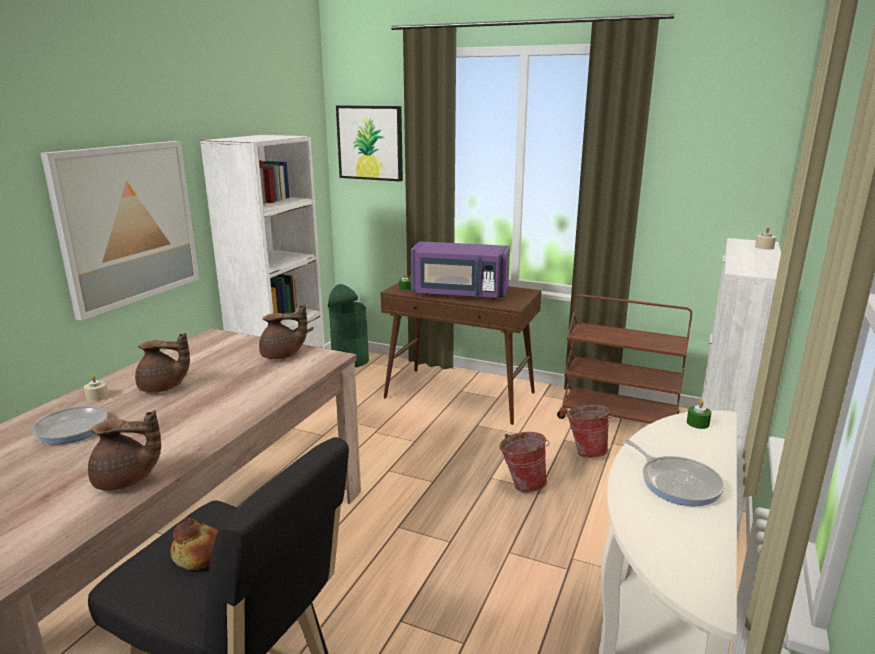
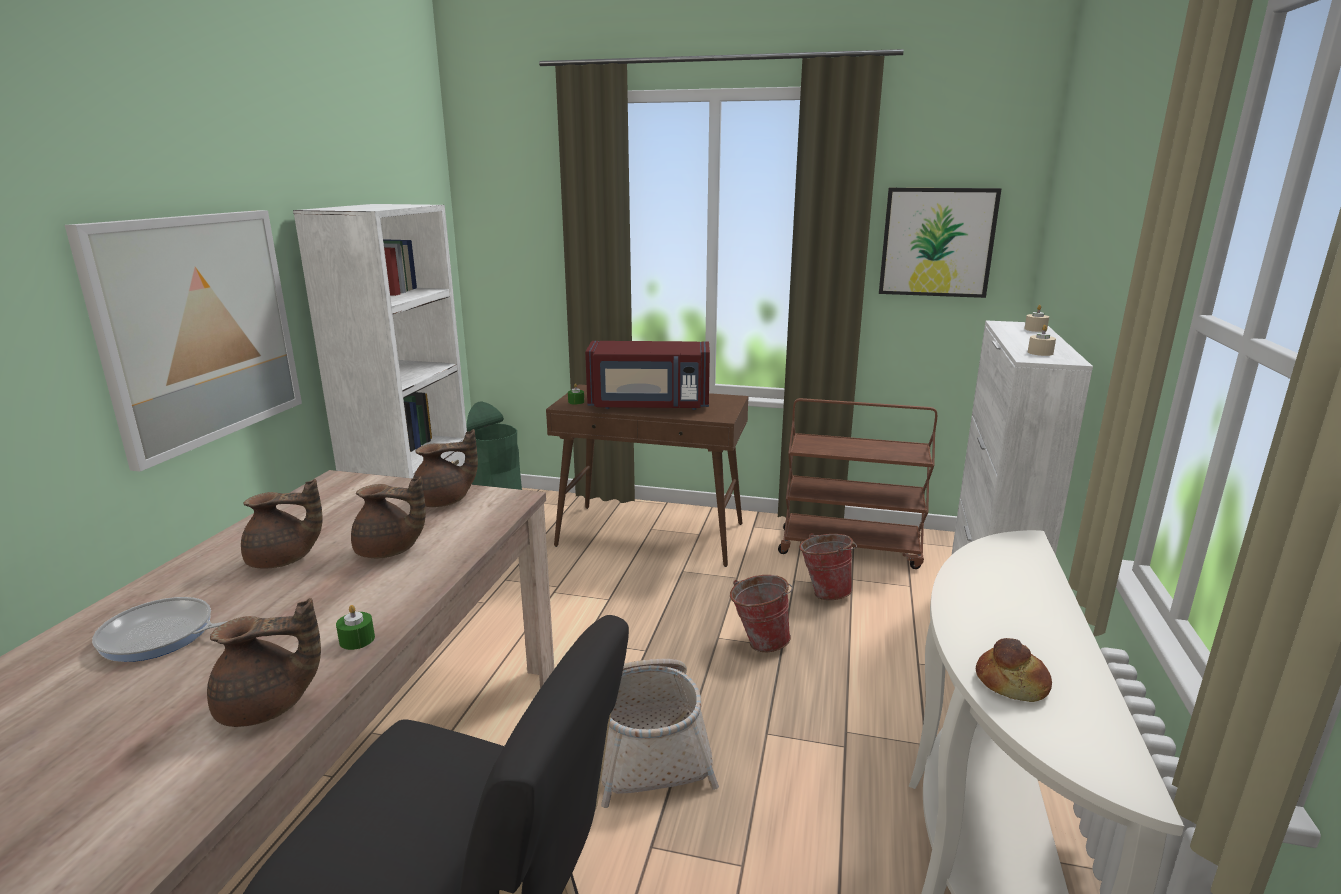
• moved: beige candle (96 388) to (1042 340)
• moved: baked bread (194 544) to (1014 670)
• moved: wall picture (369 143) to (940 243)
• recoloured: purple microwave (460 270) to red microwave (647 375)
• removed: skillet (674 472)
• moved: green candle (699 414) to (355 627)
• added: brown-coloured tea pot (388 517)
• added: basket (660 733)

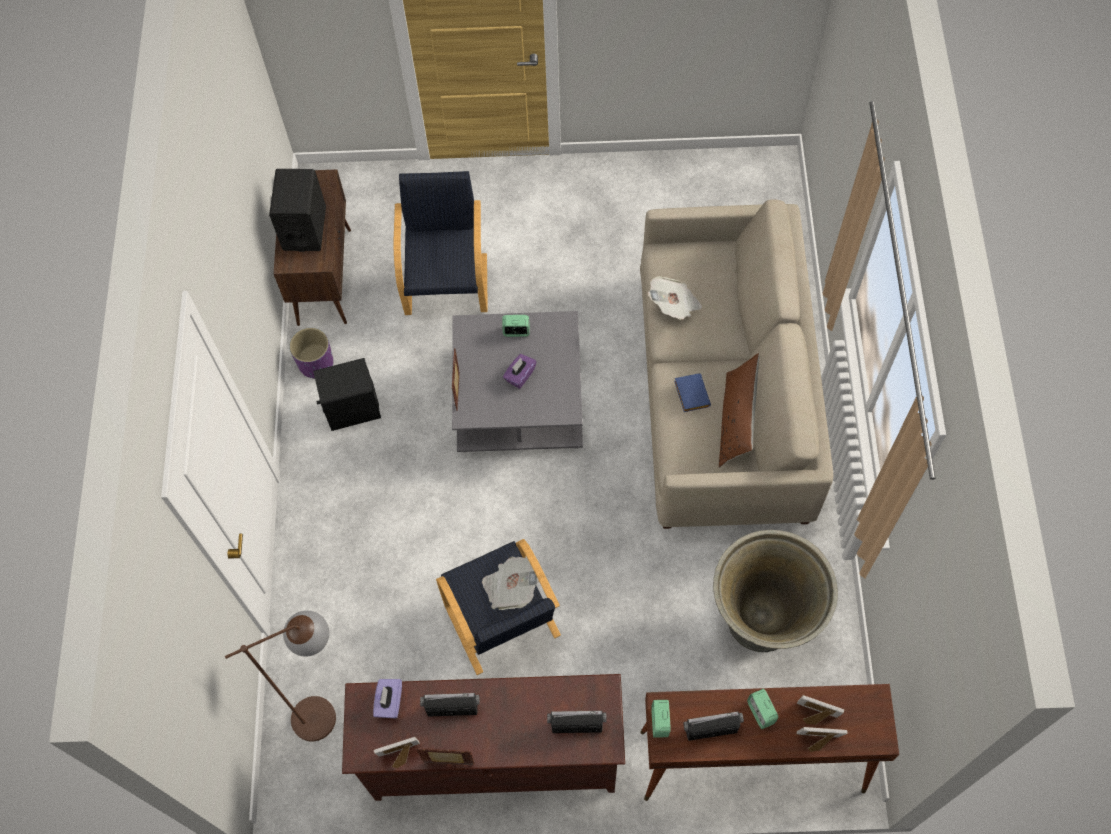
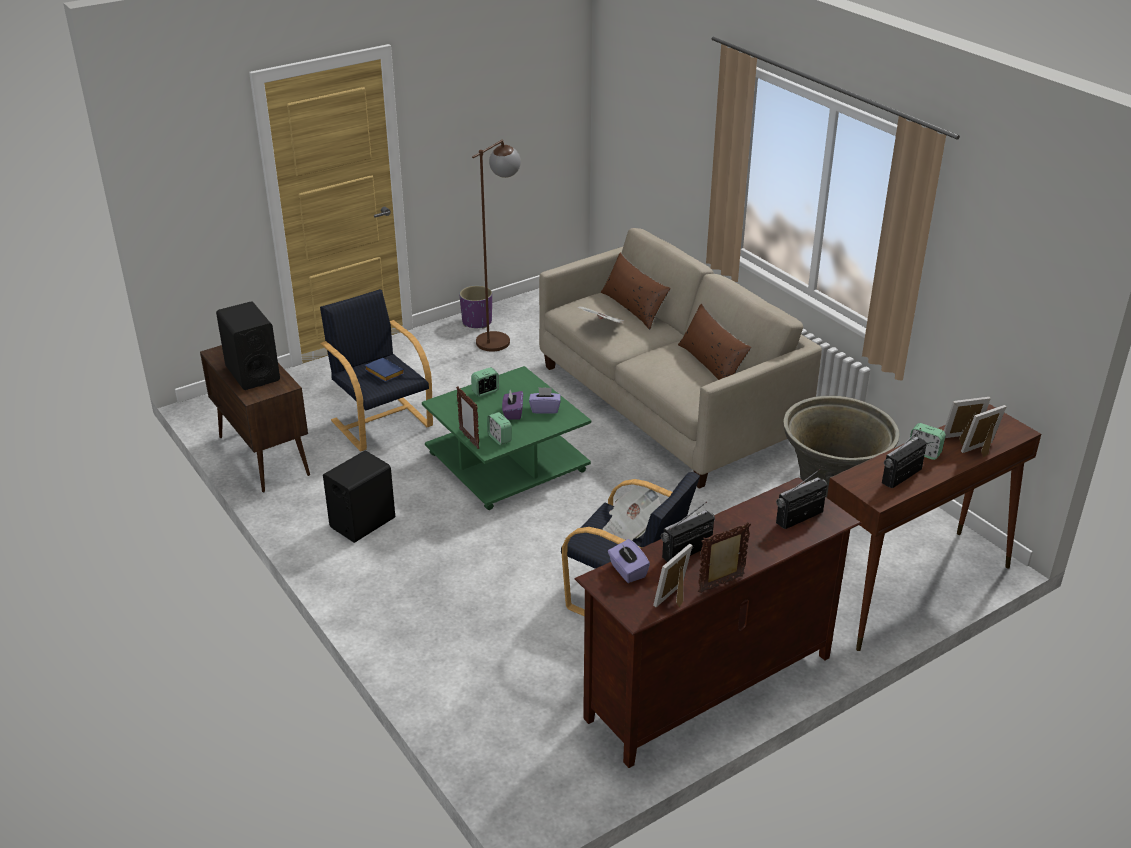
• moved: brown-coloured standing lamp (280 676) to (496 246)
• moved: purple flower pot (311 353) to (476 307)
• recoloured: greyish coffee table (517 381) to green coffee table (506 438)
• moved: alarm clock (661 719) to (499 428)
• moved: blue-coloured volume (692 392) to (384 370)
• added: purple box of tissues (545 400)
• added: brown-coloured cushion (636 291)

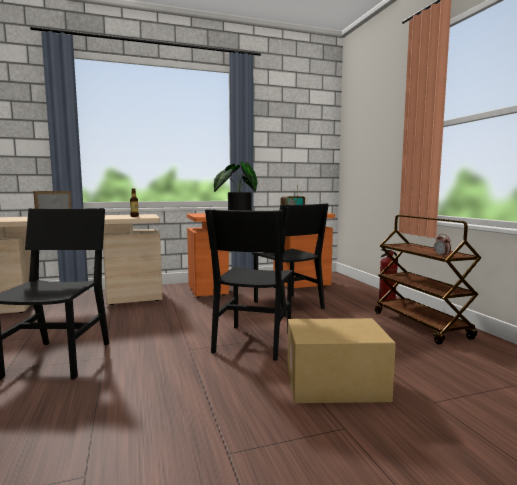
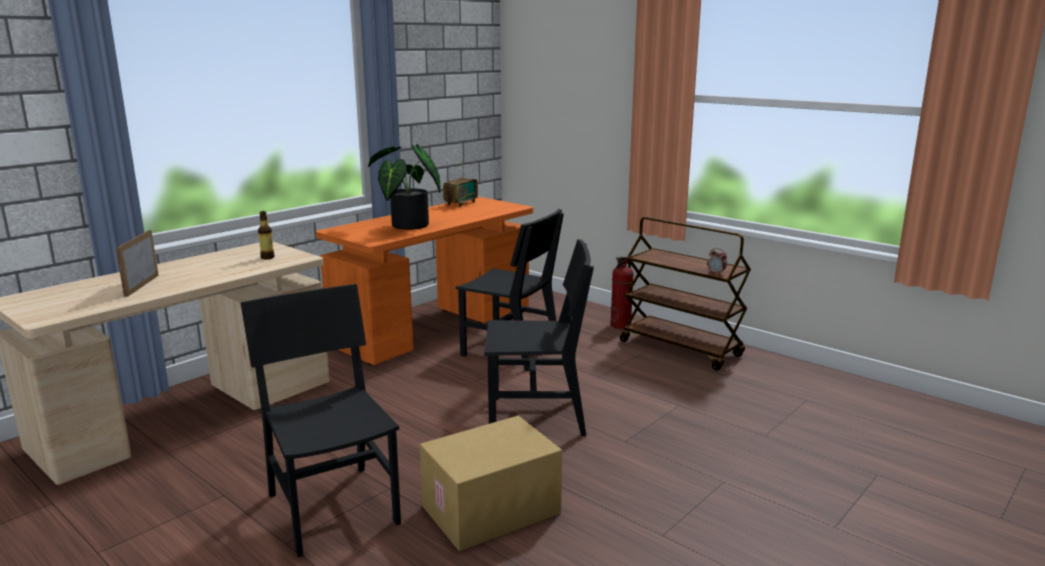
• turned: black upright chair (249 285) = (539 337) 75 degrees counterclockwise
• moved: carton (341 360) to (491 483)

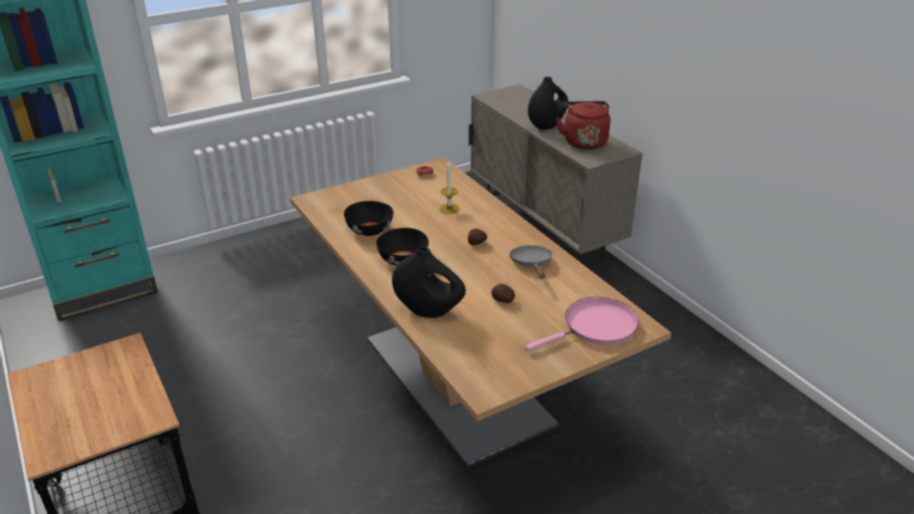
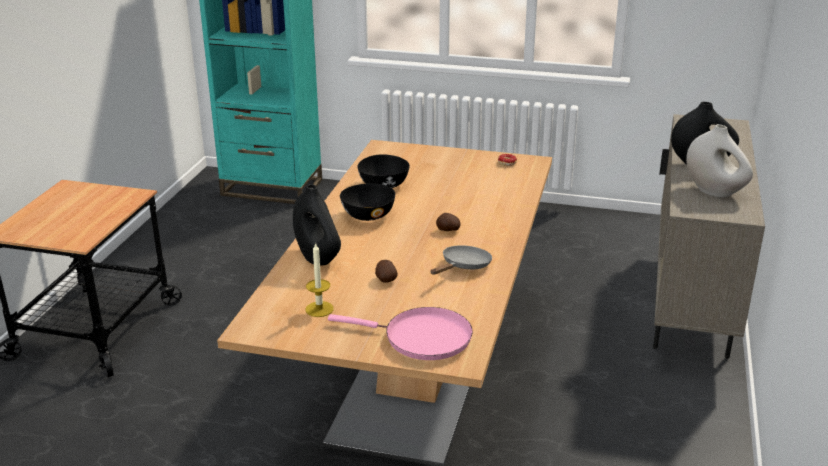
• moved: candle (449 187) to (320 279)
• replaced: red kettle (583 125) to white decorative vase (719 160)

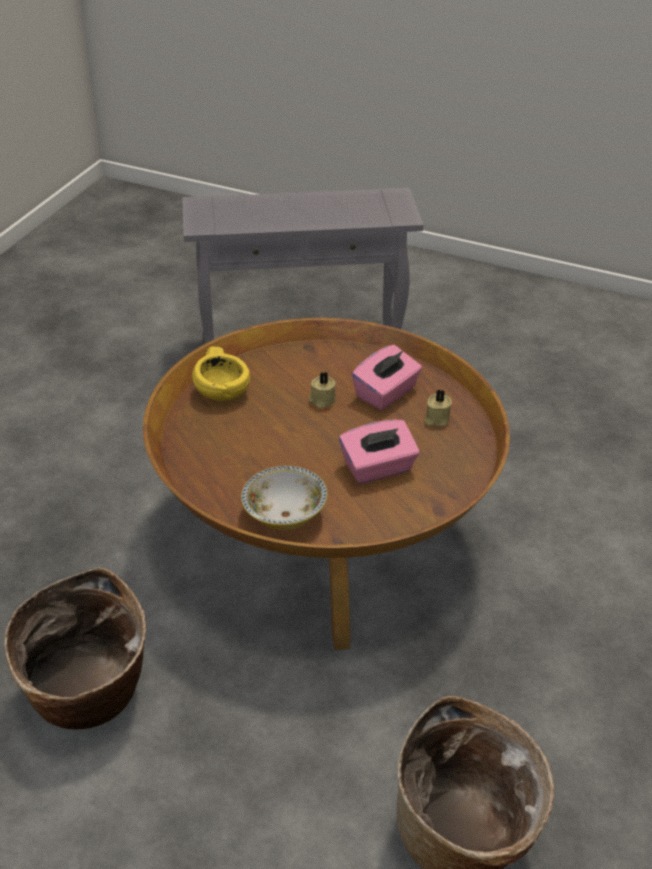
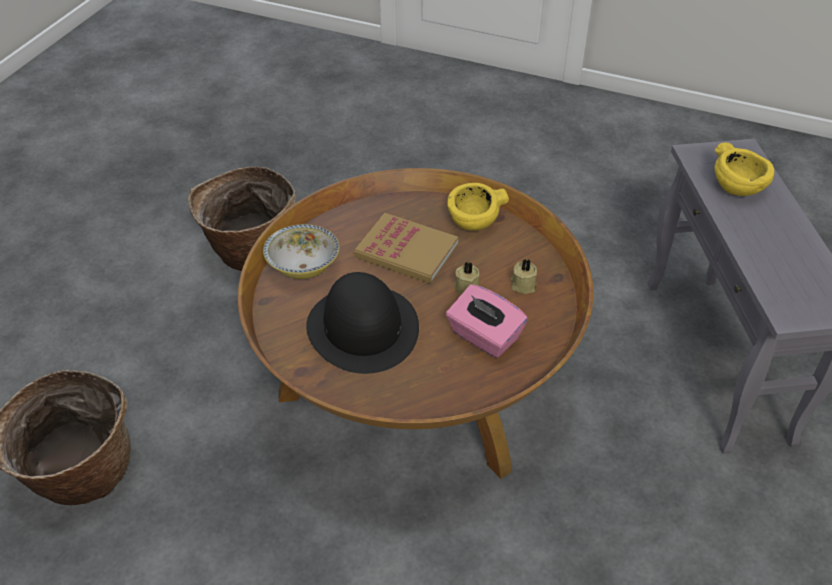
• replaced: pink-coloured box of tissues (379 451) to black clothing hat (362 323)
• moved: beige candle (438 407) to (524 276)
• added: volume (406 248)
• added: yellowish serving bowl (744 169)

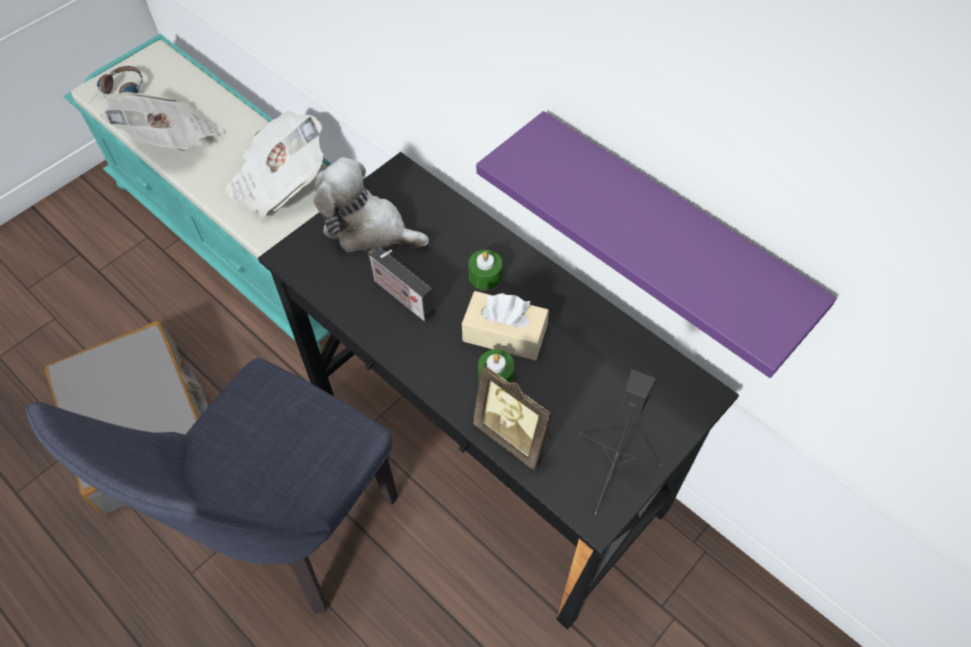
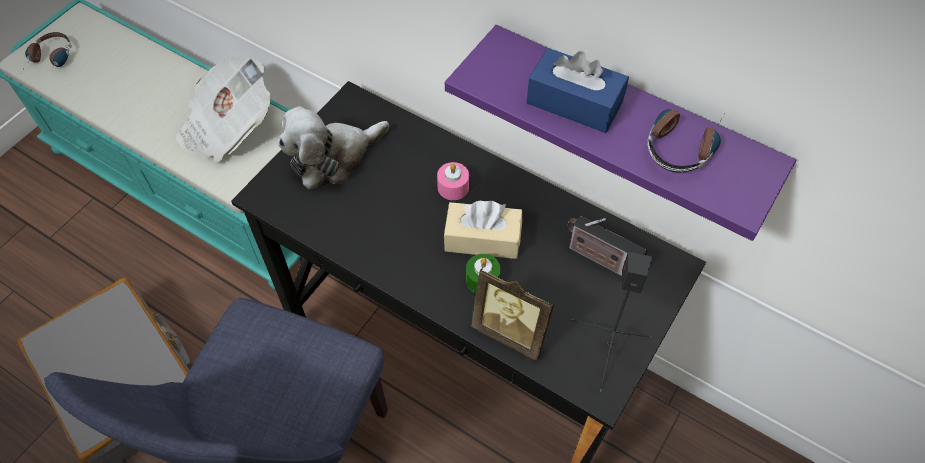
• removed: newspaper (162 121)
• turned: cuddly toy (371 204) = (333 147) 45 degrees counterclockwise
• moved: radio set (401 284) to (607 246)
• recoloured: green candle (485 270) to pink-coloured candle (453 181)
• added: blue-coloured box of tissues (577 90)
• added: pair of headphones (686 141)

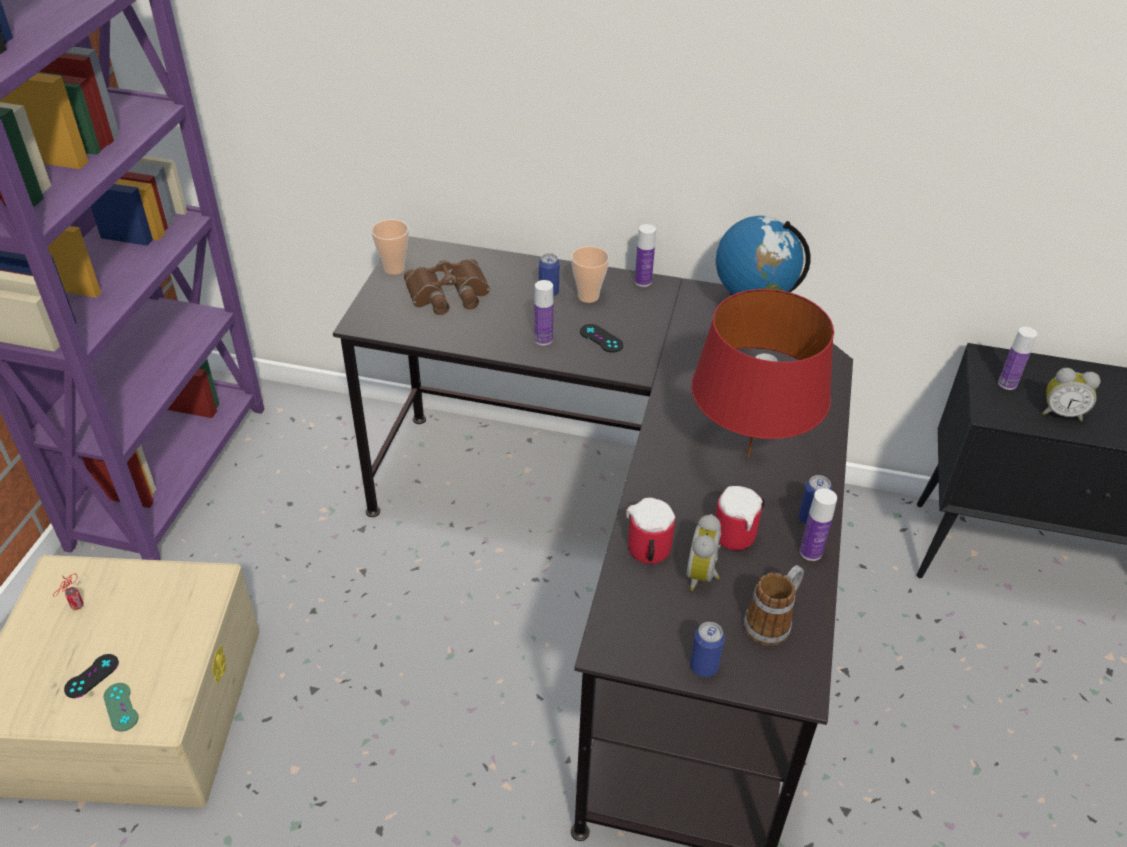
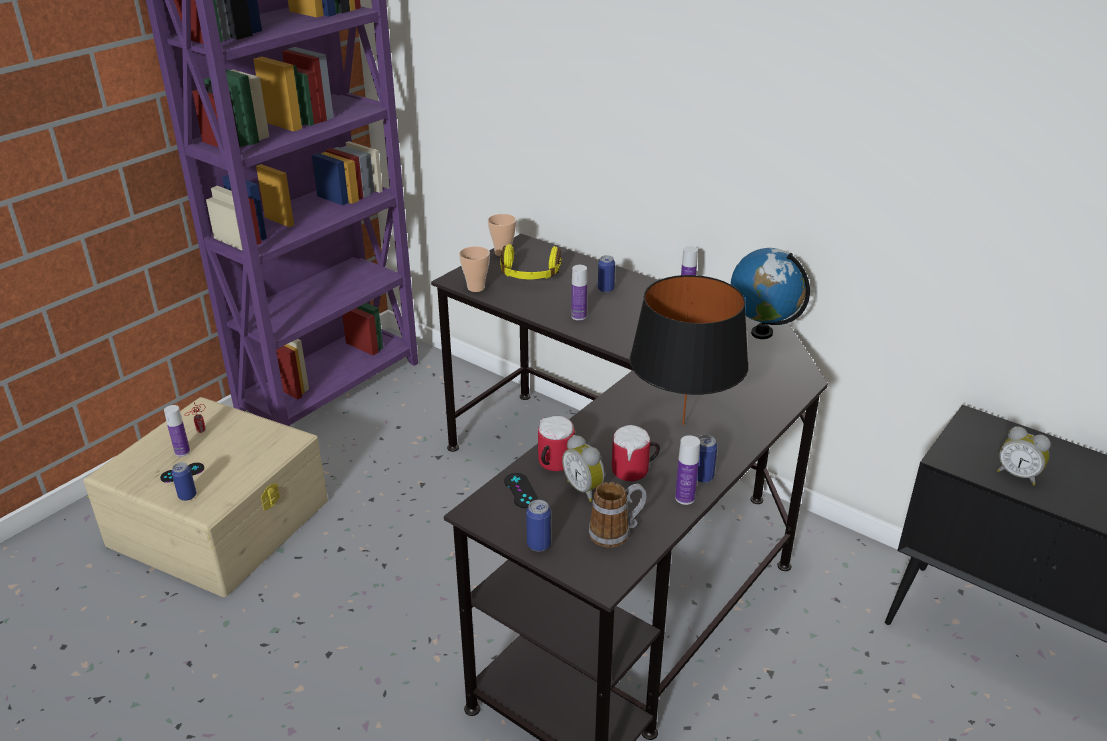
• replaced: green joypad (120 707) to can (183 481)
• replaced: brown-coloured pair of binoculars (447 287) to yellowish pair of headphones (531 261)
• moved: small cup (590 274) to (474 269)
• moved: black joypad (601 338) to (521 490)
• turned: alarm clock (704 552) = (583 468) 75 degrees counterclockwise
• recoloured: red table lamp (762 373) to black table lamp (689 350)
• moved: bottle (1017 358) to (177 431)

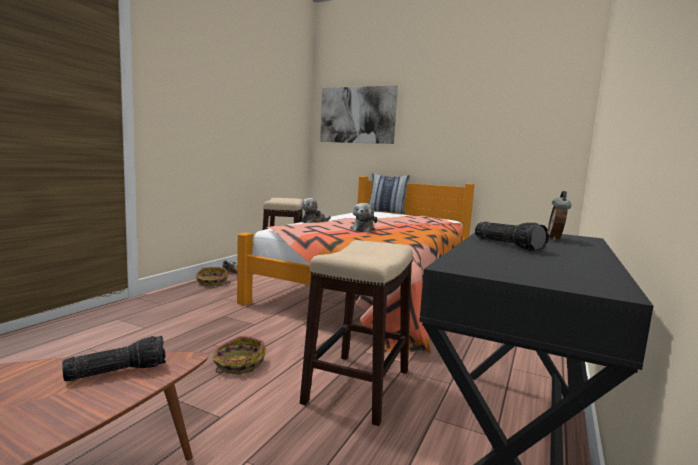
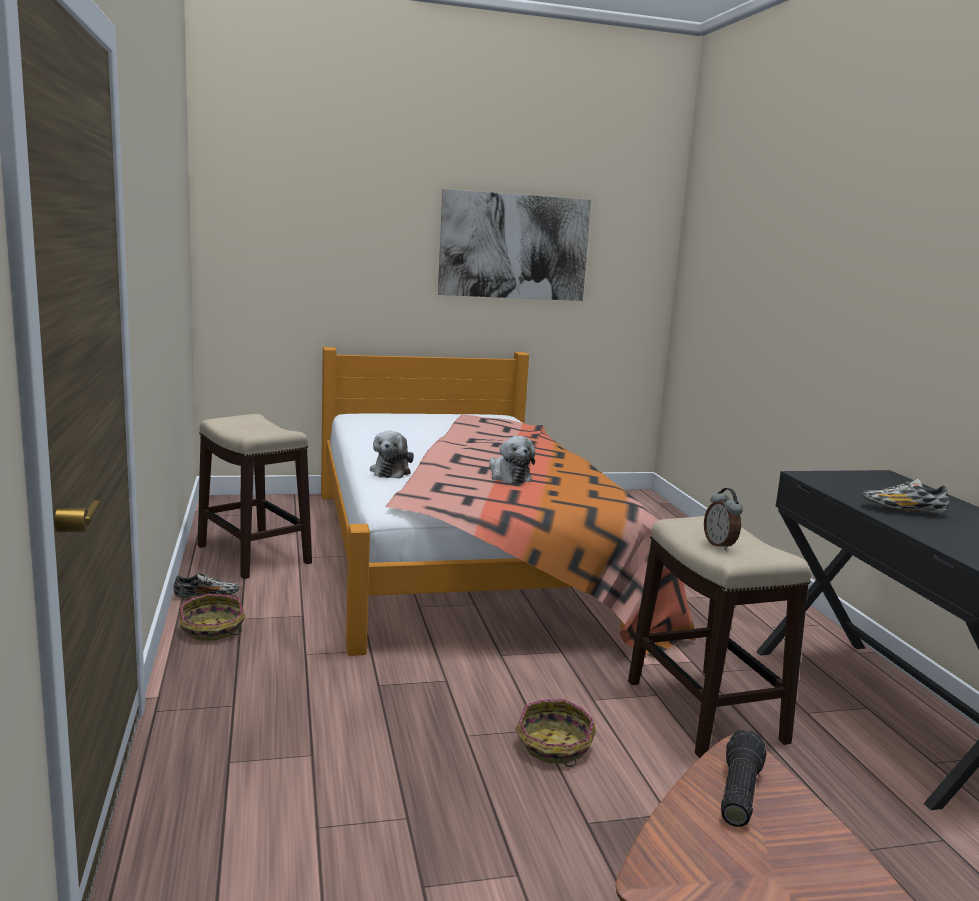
• moved: wall picture (359 114) to (514 245)
• removed: cushion (389 193)
• replaced: flashlight (512 236) to shoe (905 496)
• moved: alarm clock (559 216) to (723 519)

